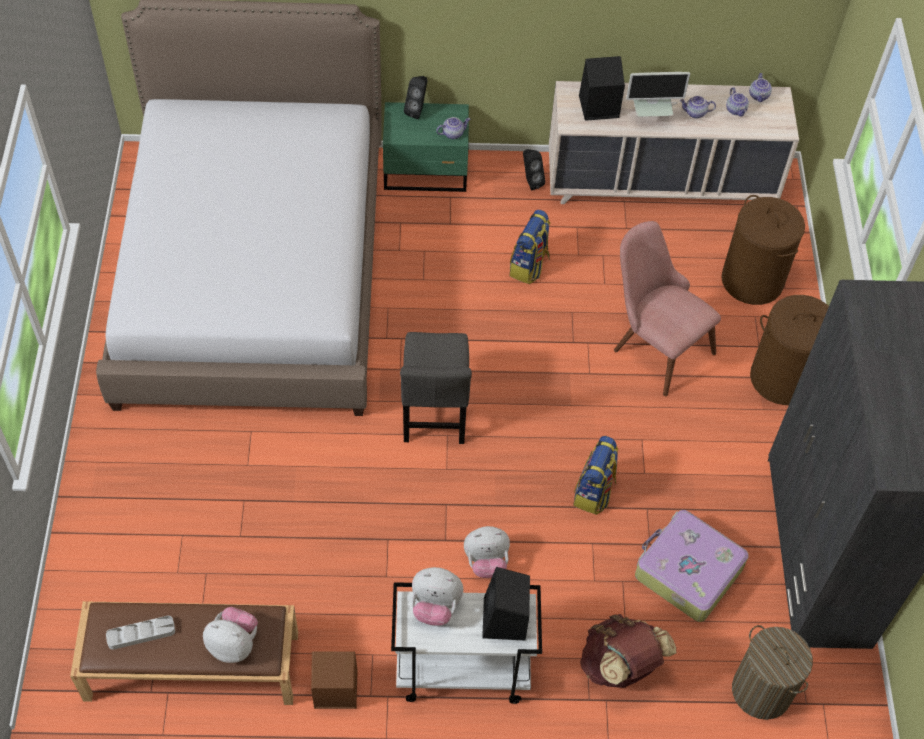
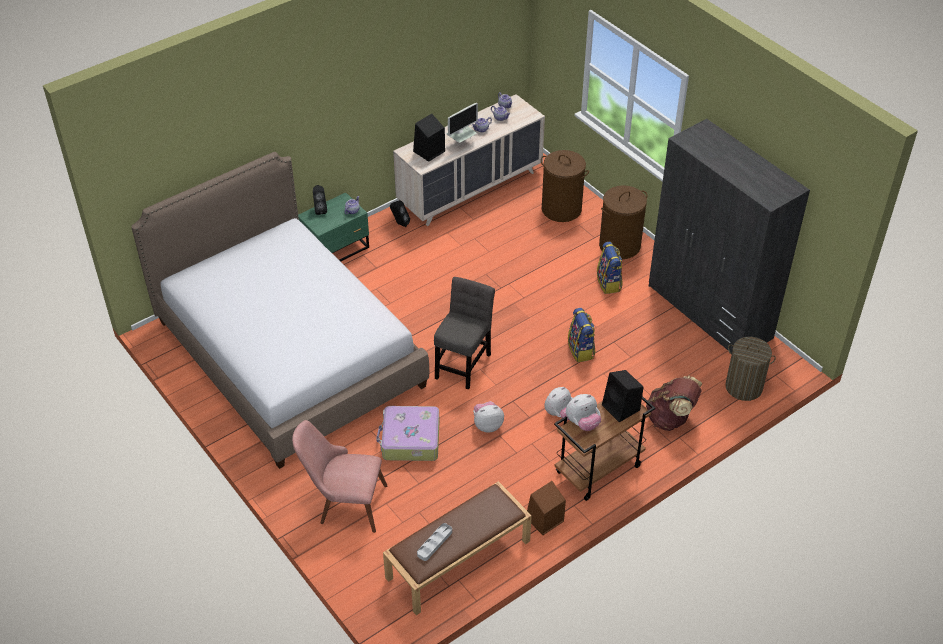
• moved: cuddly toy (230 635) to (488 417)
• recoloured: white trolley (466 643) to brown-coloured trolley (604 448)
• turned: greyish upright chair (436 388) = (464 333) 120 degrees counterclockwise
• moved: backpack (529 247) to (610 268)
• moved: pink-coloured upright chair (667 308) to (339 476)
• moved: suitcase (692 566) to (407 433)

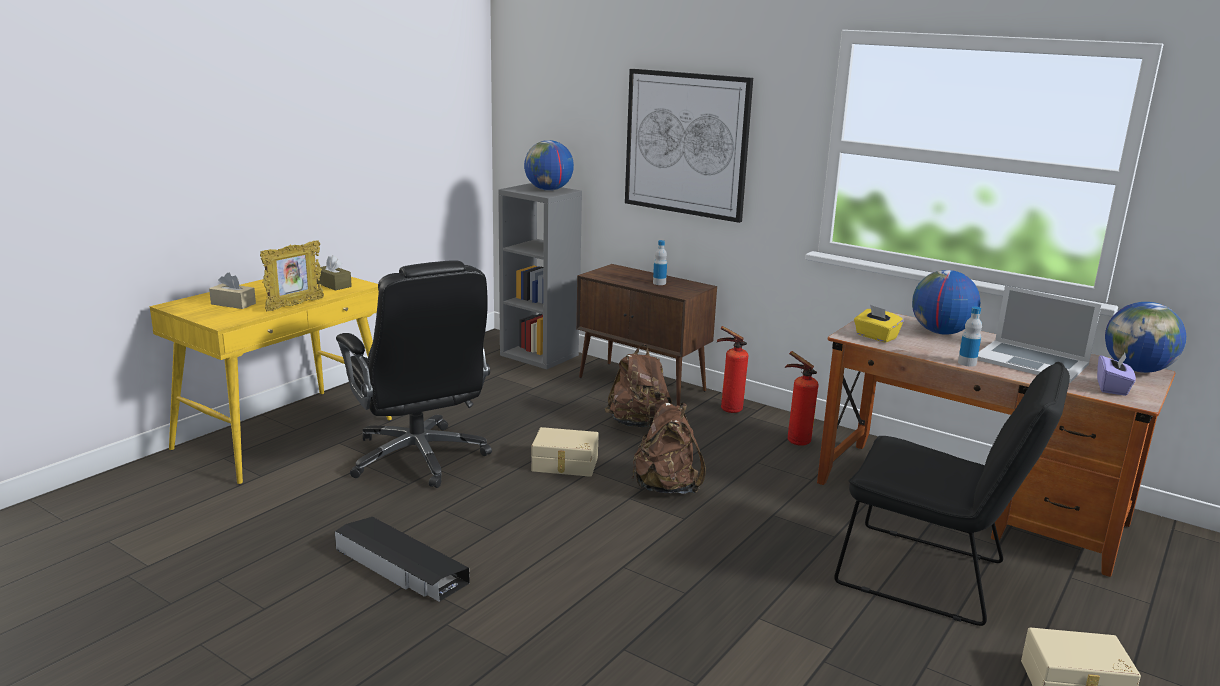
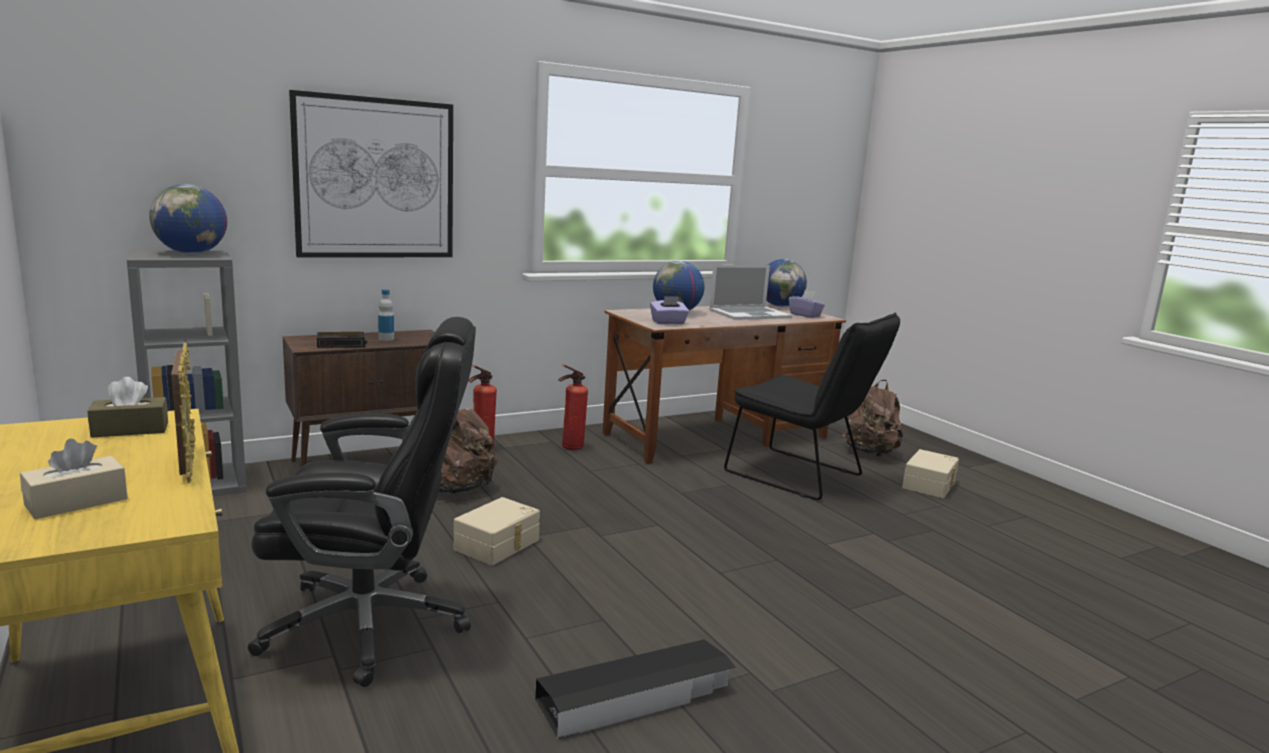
• moved: brown-coloured backpack (669 448) to (872 418)
• turned: black upright chair (952 494) = (812 406) 75 degrees clockwise
• recoloured: yellowish box of tissues (879 324) to purple box of tissues (669 310)
• removed: bottle (970 337)
• added: alarm clock (342 340)

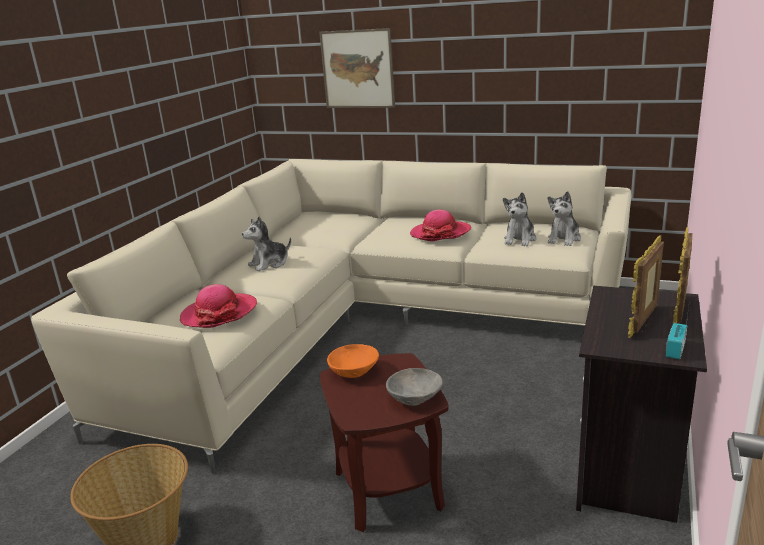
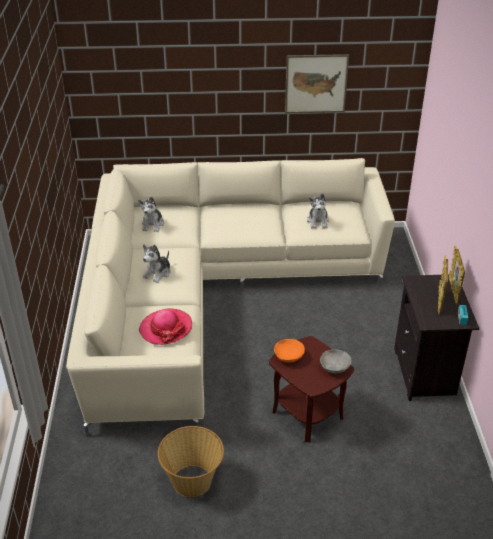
• moved: wall picture (357 68) to (317 83)
• removed: clothing hat (440 225)
• moved: cuddly toy (564 218) to (151 214)

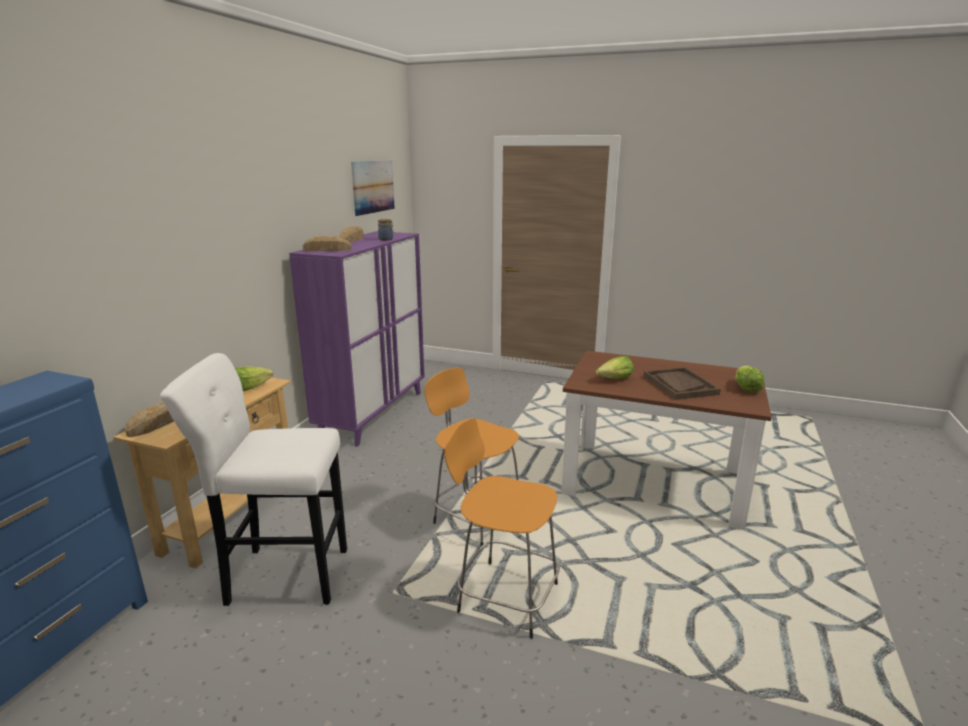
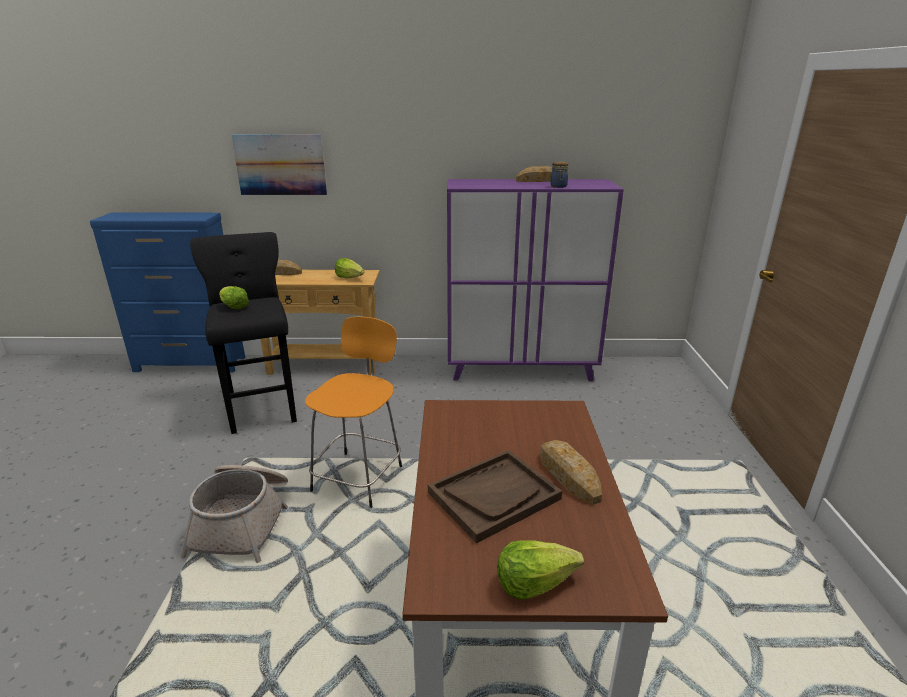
• recoloured: white sitting stool (253 479) to black sitting stool (243 333)
• moved: baked bread (327 243) to (571 472)
• moved: wall picture (373 188) to (279 164)
• replaced: orange sitting stool (502 528) to basket (234 514)
• moved: lettuce head (615 367) to (234 297)

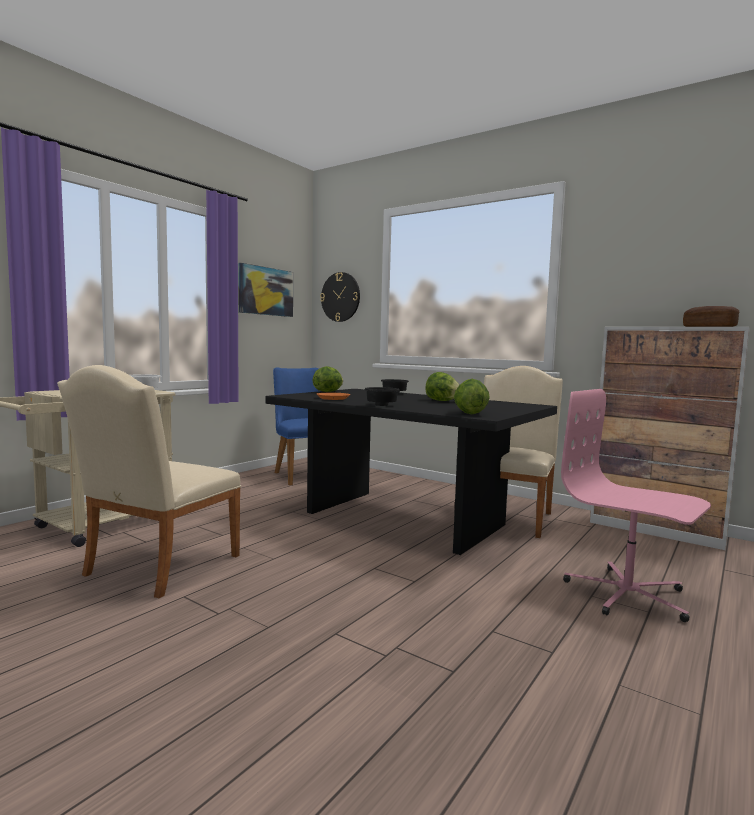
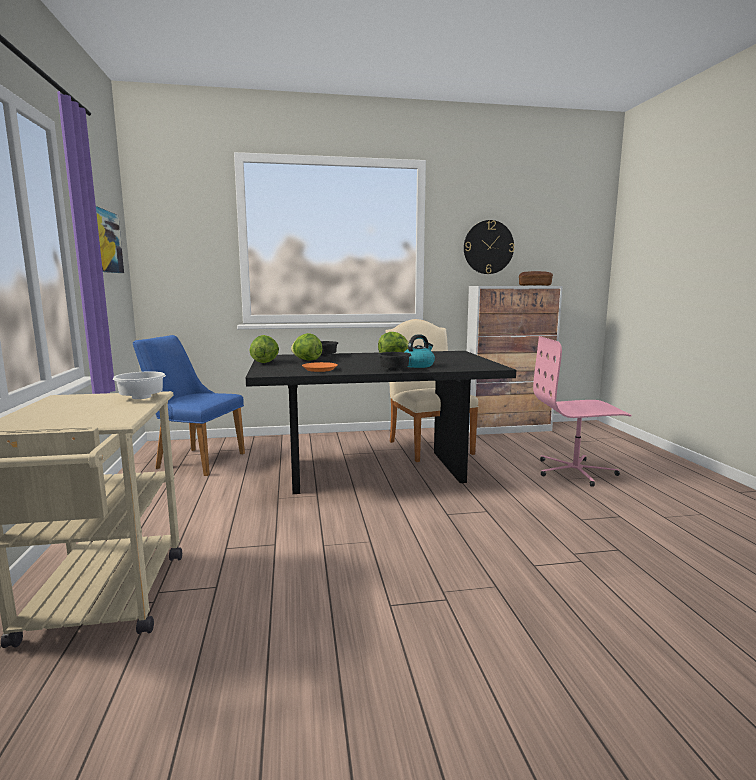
• removed: beige upright chair (149 481)
• moved: hanging clock (340 297) to (489 247)
• moved: lettuce head (472 396) to (306 347)
• added: kettle (420 351)

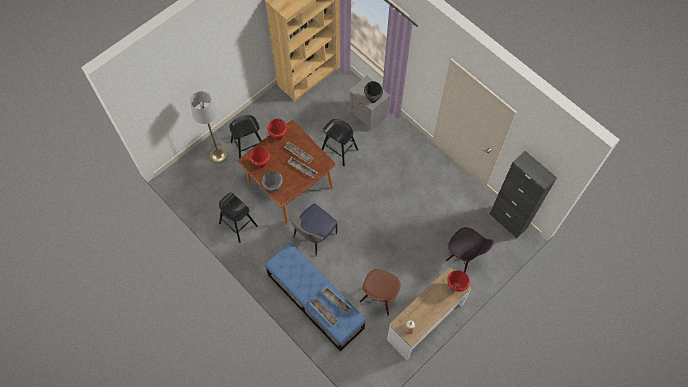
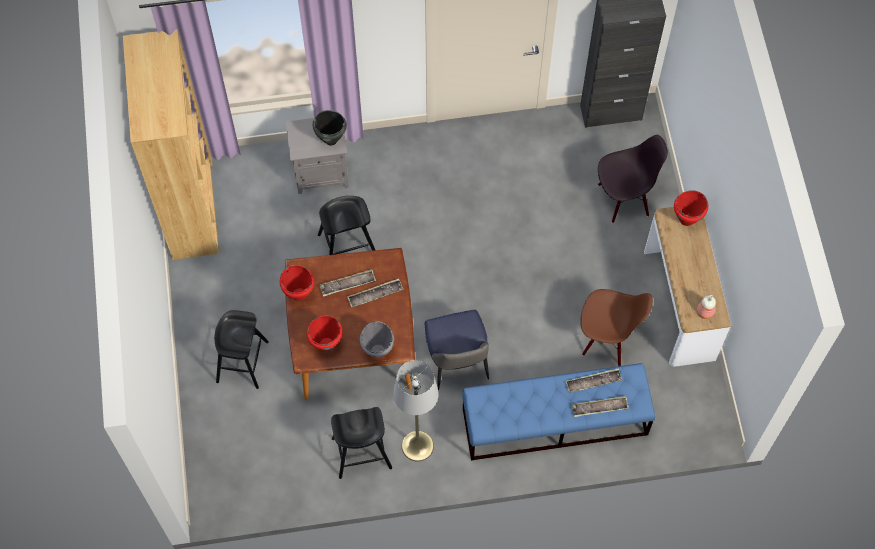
• moved: greyish standing lamp (208 127) to (416 411)
• turned: brown-coloured upright chair (380 292) = (616 327) 45 degrees counterclockwise

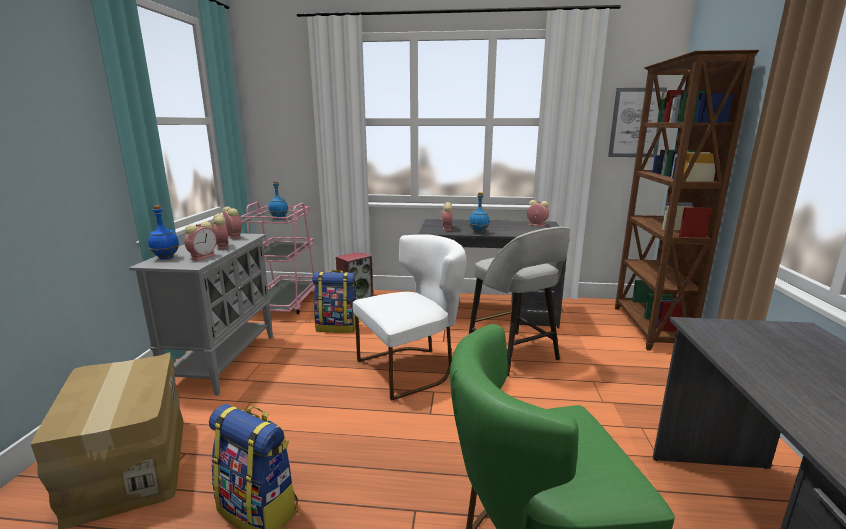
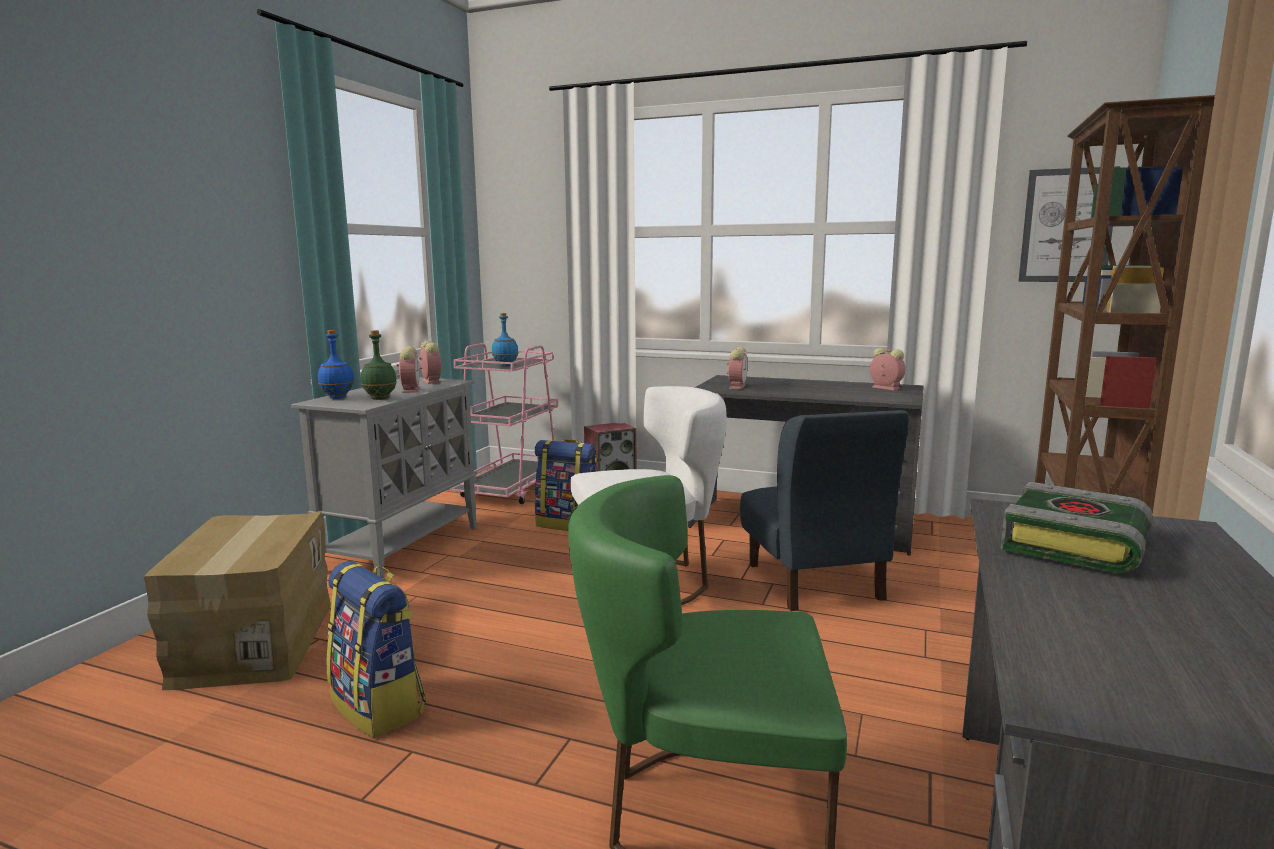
• replaced: alarm clock (200 241) to green bottle (379 365)
• removed: blue-coloured bottle (479 212)
• replaced: greyish sitting stool (519 301) to blue-coloured upright chair (824 510)
• added: volume (1077 527)

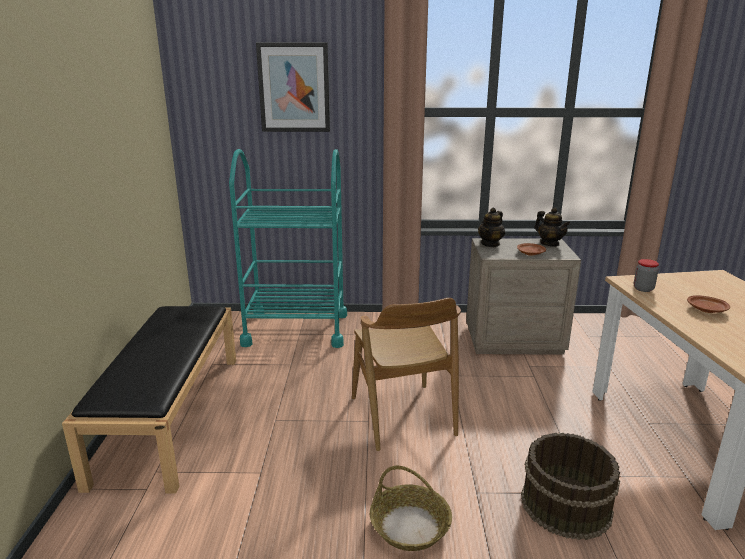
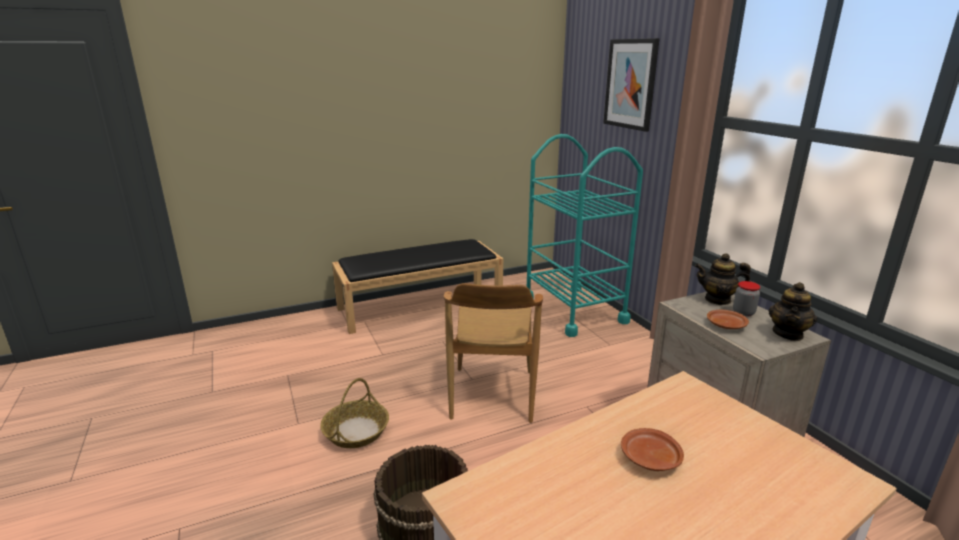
• turned: brown-coloured upright chair (406 374) = (493 353) 45 degrees counterclockwise
• moved: storage jar (646 275) to (747 299)

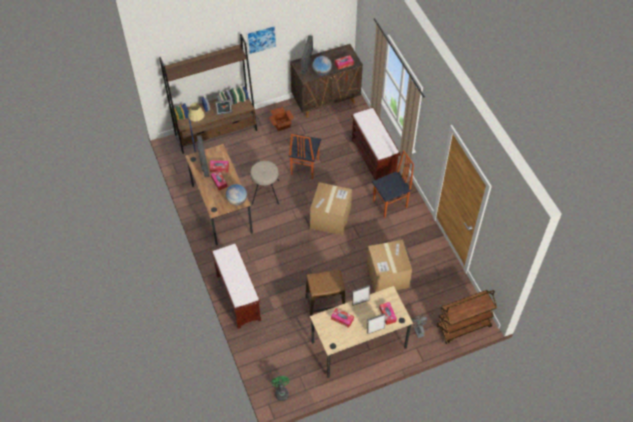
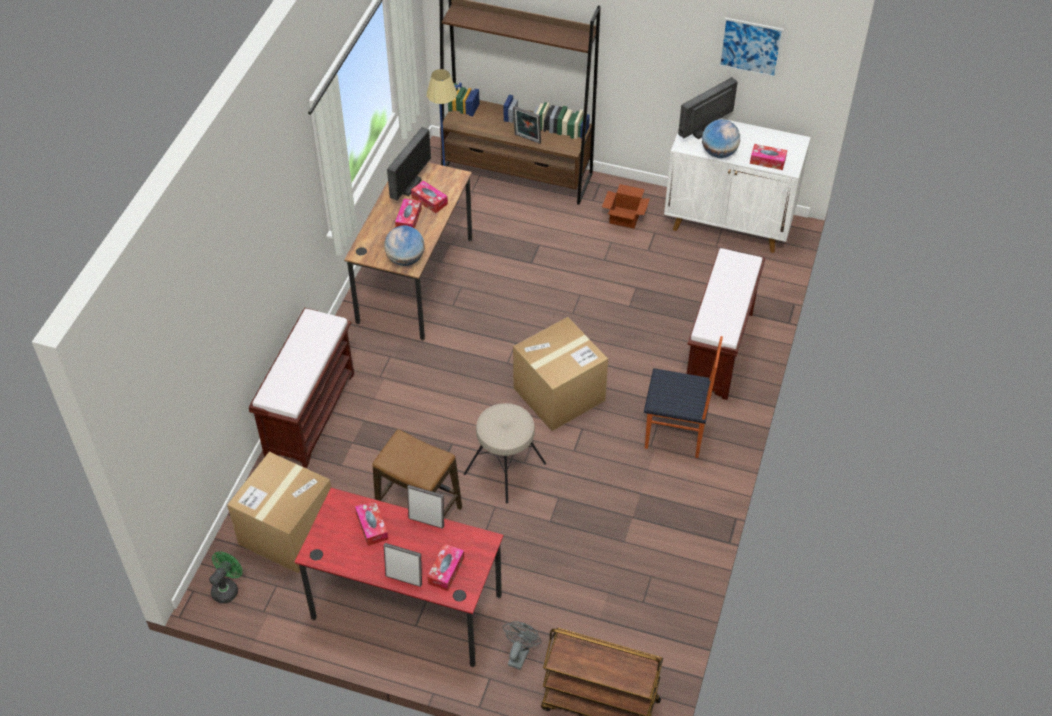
• moved: wall picture (261 40) to (751 47)
• moved: beige sitting stool (265 183) to (505 453)
• removed: upright chair (304 156)
• recoloured: brown-coloured cabinet (326 81) to white cabinet (737 185)
• recoloured: beige desk (361 332) to red desk (399 577)
• moved: carton (389 266) to (279 512)

